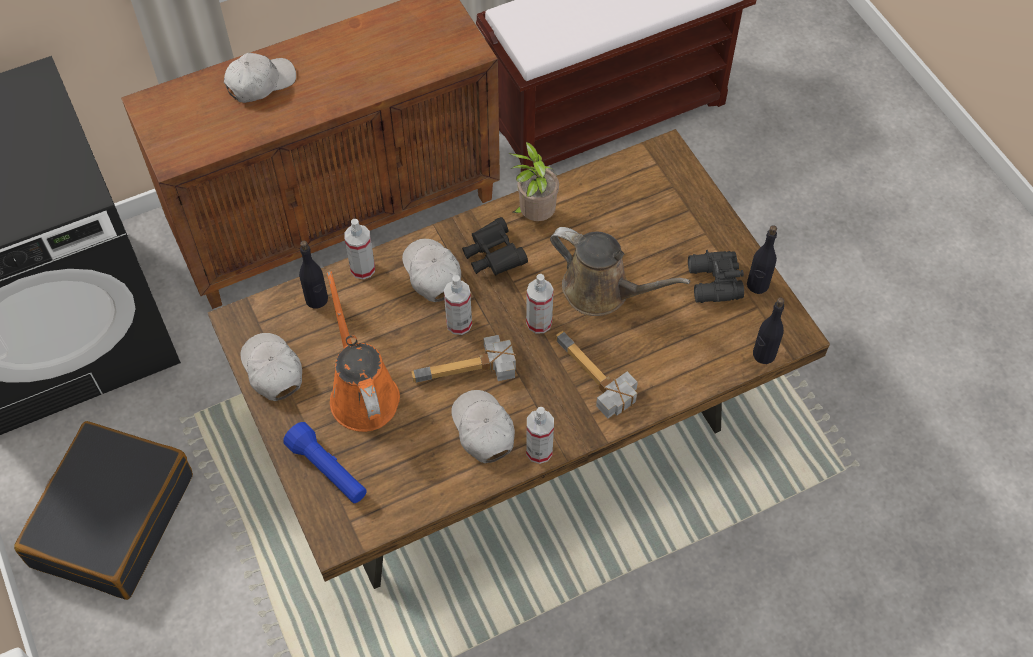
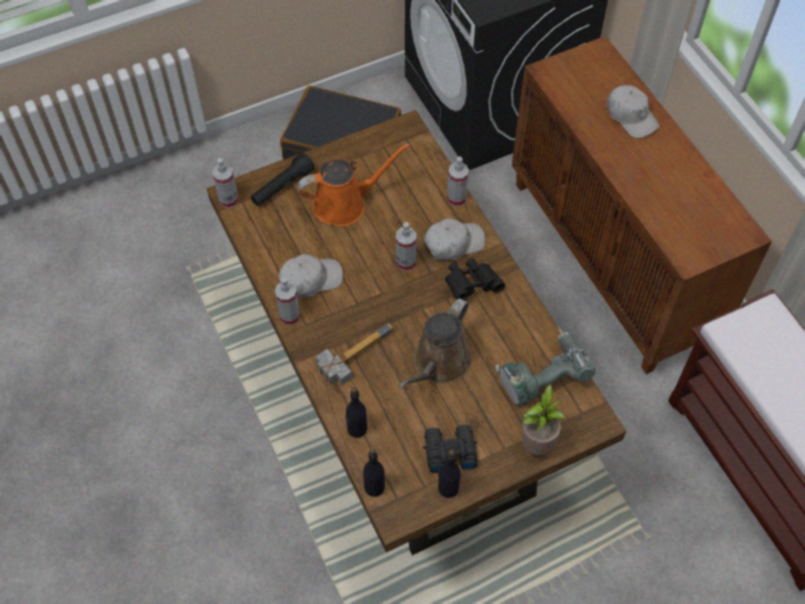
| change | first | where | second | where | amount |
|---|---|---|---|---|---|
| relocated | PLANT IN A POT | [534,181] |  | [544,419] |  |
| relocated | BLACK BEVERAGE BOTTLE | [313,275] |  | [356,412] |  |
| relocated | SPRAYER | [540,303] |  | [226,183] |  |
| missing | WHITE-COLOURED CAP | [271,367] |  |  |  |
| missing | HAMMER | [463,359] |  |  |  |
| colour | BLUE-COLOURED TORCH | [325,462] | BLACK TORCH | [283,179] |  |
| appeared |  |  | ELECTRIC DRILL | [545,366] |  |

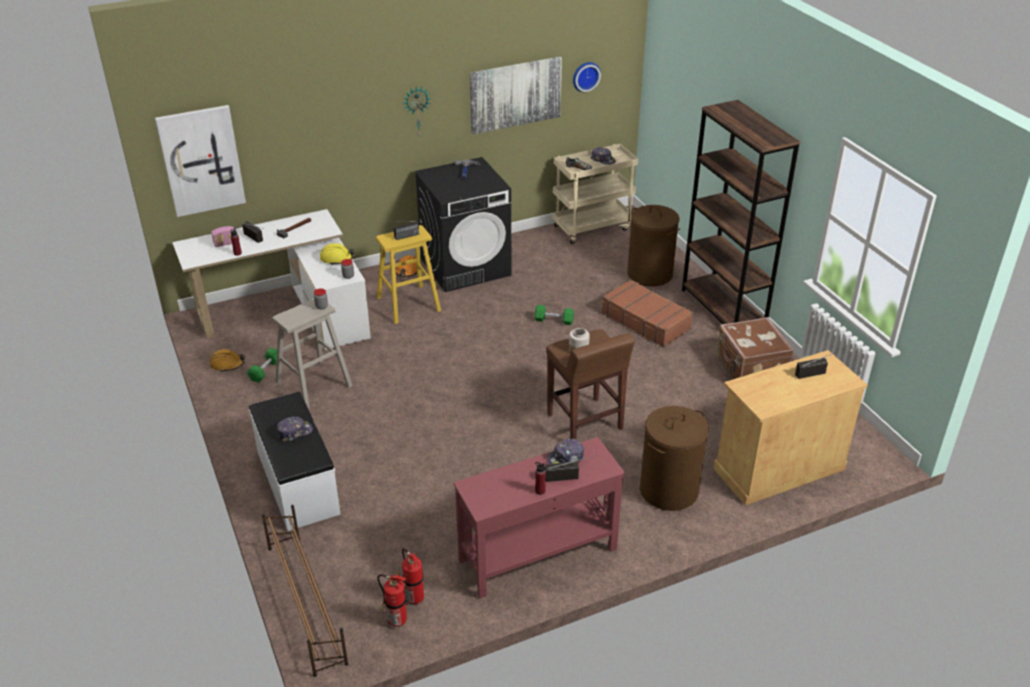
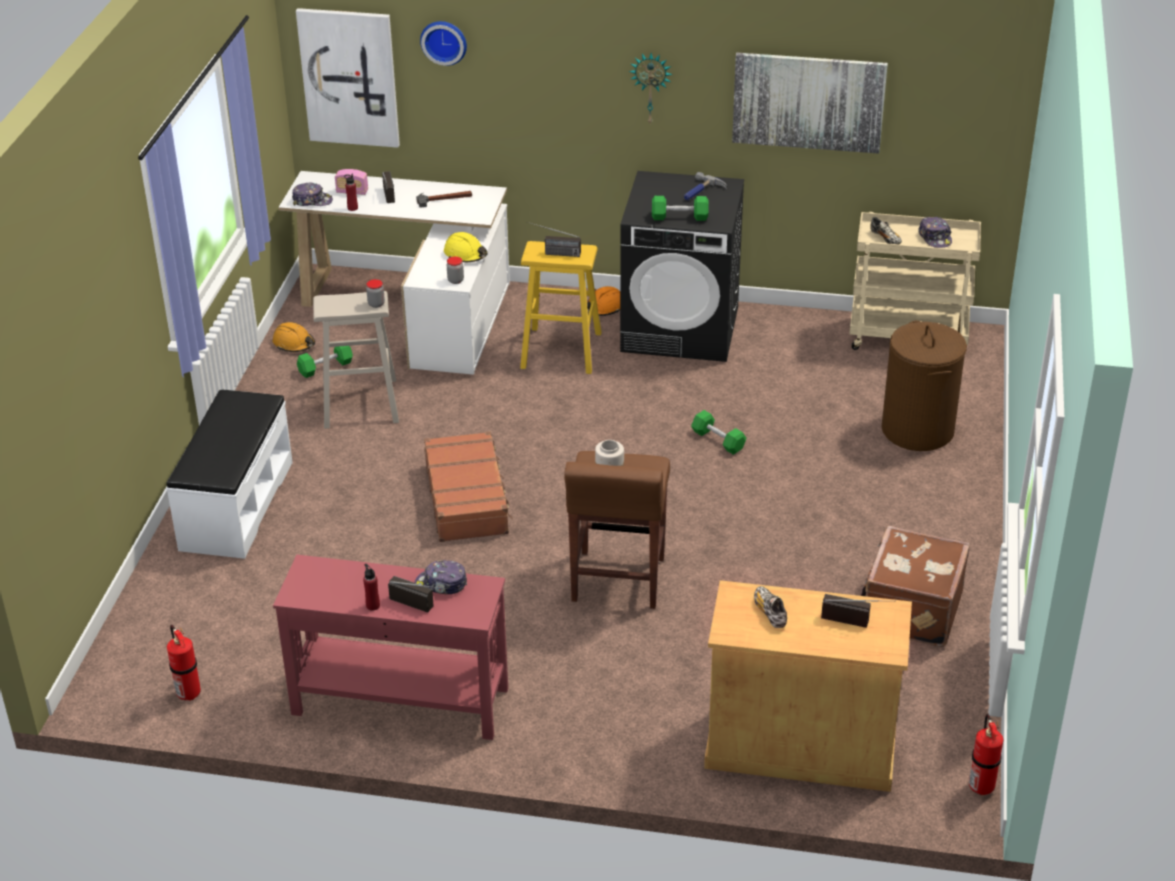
| change | first | where | second | where | amount |
|---|---|---|---|---|---|
| relocated | HANGING CLOCK | [587,77] |  | [443,43] |  |
| missing | BROWN SHELVING UNIT | [741,212] |  |  |  |
| relocated | BROWN TRAVEL CASE | [647,313] |  | [468,486] |  |
| missing | BROWN LAUNDRY BASKET | [674,458] |  |  |  |
| relocated | CAP | [295,429] |  | [312,194] |  |
| missing | BROWN SHOE RACK | [305,591] |  |  |  |
| relocated | FIRE-FIGHTING CYLINDER | [413,576] |  | [986,754] |  |
| appeared |  |  | GREENISH FREE WEIGHT | [680,208] |  |
| appeared |  |  | SHOE | [770,607] |  |

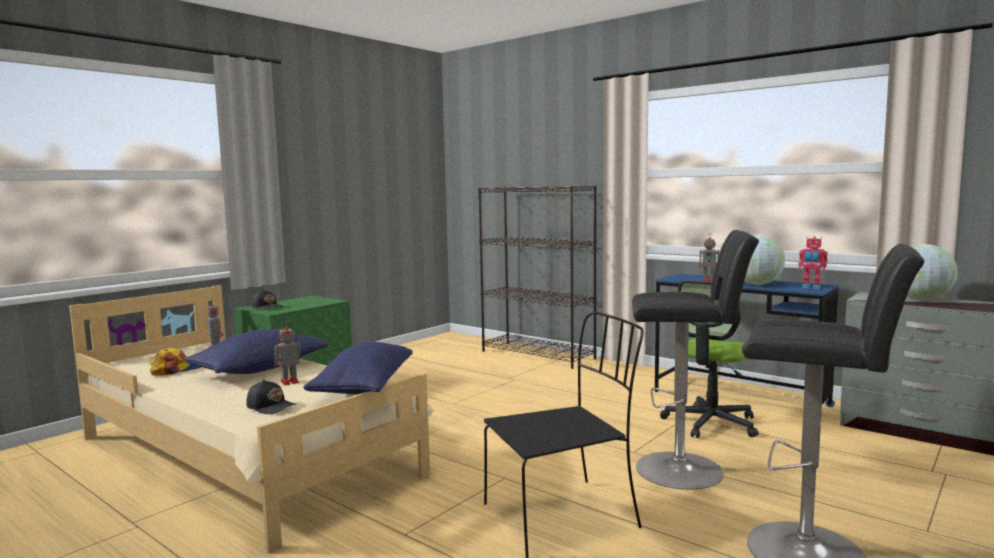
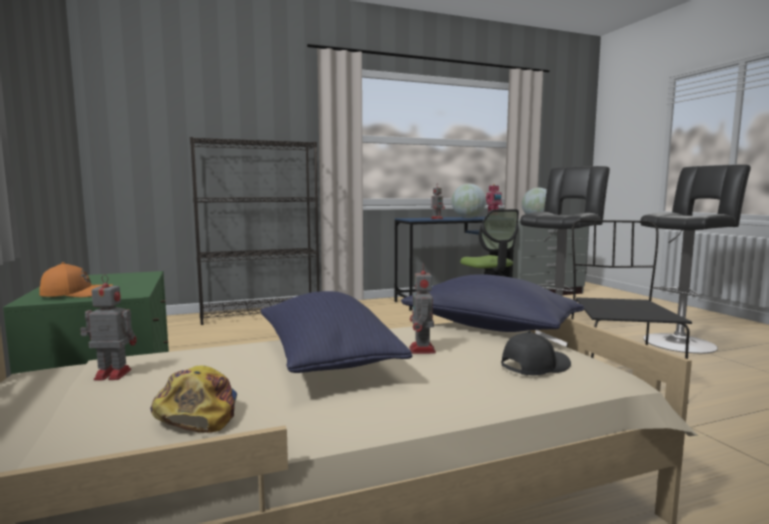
| change | first | where | second | where | amount |
|---|---|---|---|---|---|
| colour | BLACK CAP | [267,299] | ORANGE-COLOURED CAP | [75,279] |  |

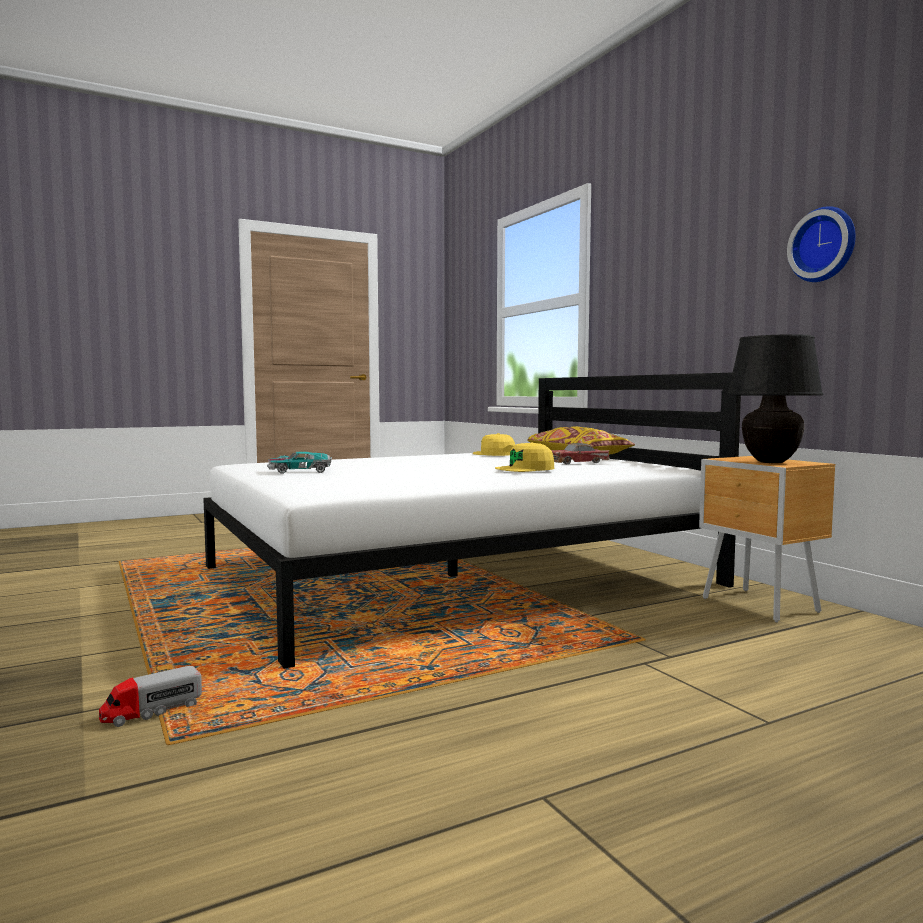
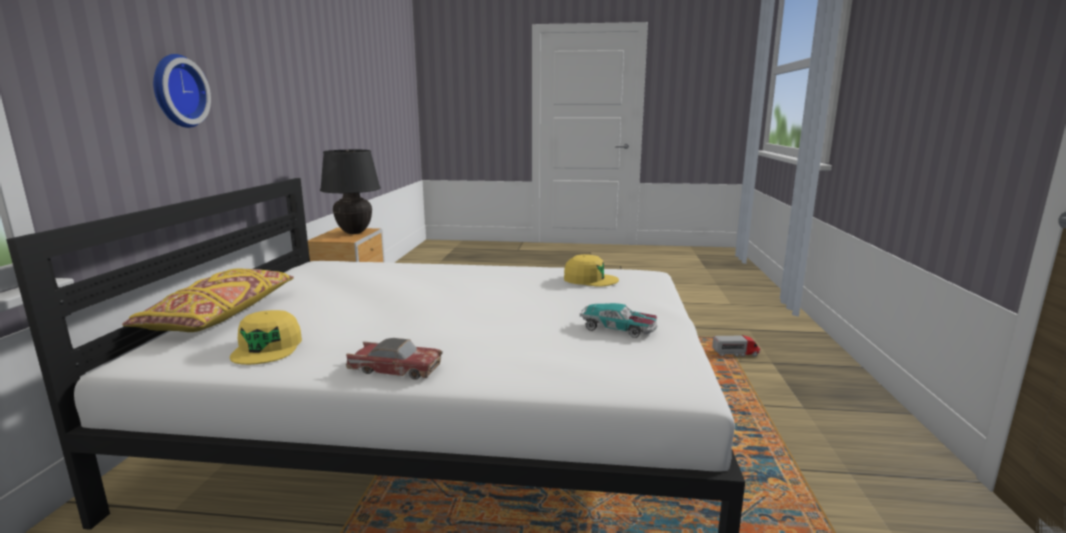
| change | first | where | second | where | amount |
|---|---|---|---|---|---|
| relocated | HANGING CLOCK | [821,244] |  | [182,91] |  |
| relocated | YELLOW CAP | [524,457] |  | [591,270] |  |
| relocated | TOY CAR | [580,453] |  | [394,359] |  |

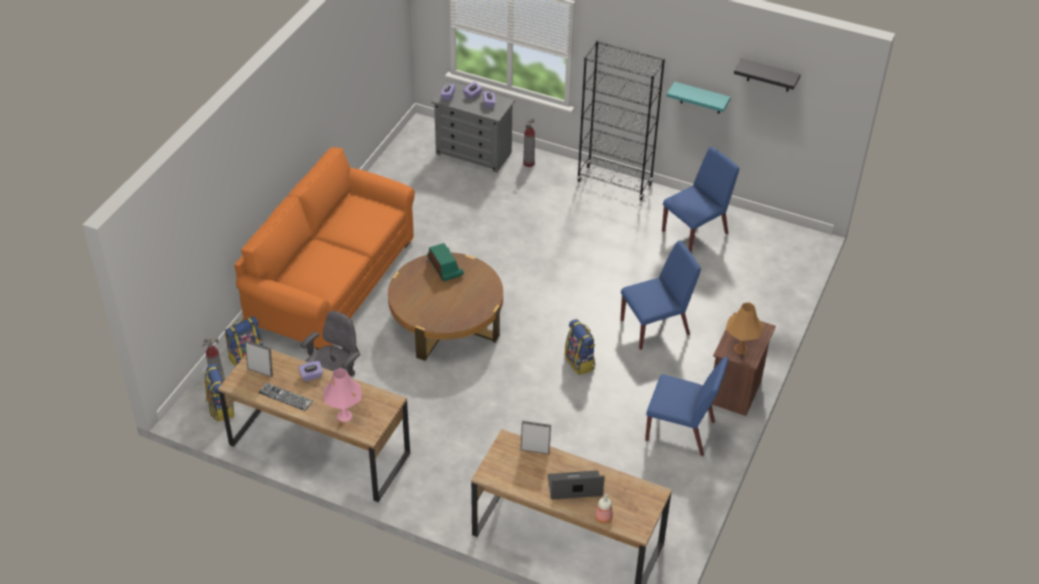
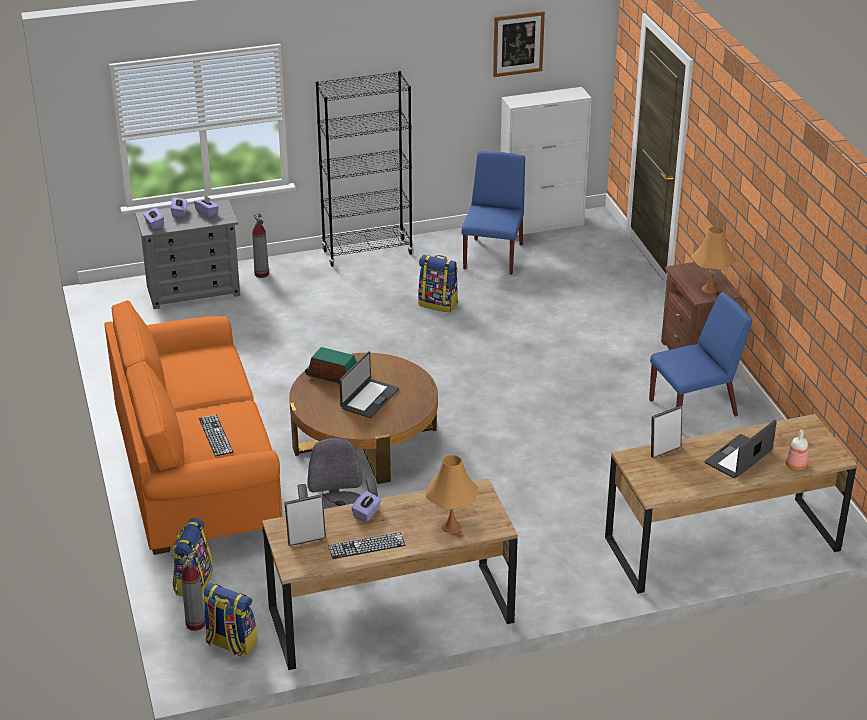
| change | first | where | second | where | amount |
|---|---|---|---|---|---|
| exchanged | BLACK BRACKET SHELF | [767,75] | WALL PICTURE | [519,44] |  |
| missing | TURQUOISE BRACKET SHELF | [698,98] |  |  |  |
| missing | BLUE-COLOURED CHAIR | [660,295] |  |  |  |
| relocated | RUCKSACK | [580,347] |  | [438,283] |  |
| colour | PINK-COLOURED TABLE LAMP | [342,395] | ORANGE-COLOURED TABLE LAMP | [452,494] |  |
| appeared |  |  | WHITE-COLOURED CABINET | [546,161] |  |
| appeared |  |  | PORTABLE COMPUTER | [369,384] |  |
| appeared |  |  | PC KEYBOARD | [216,435] |  |

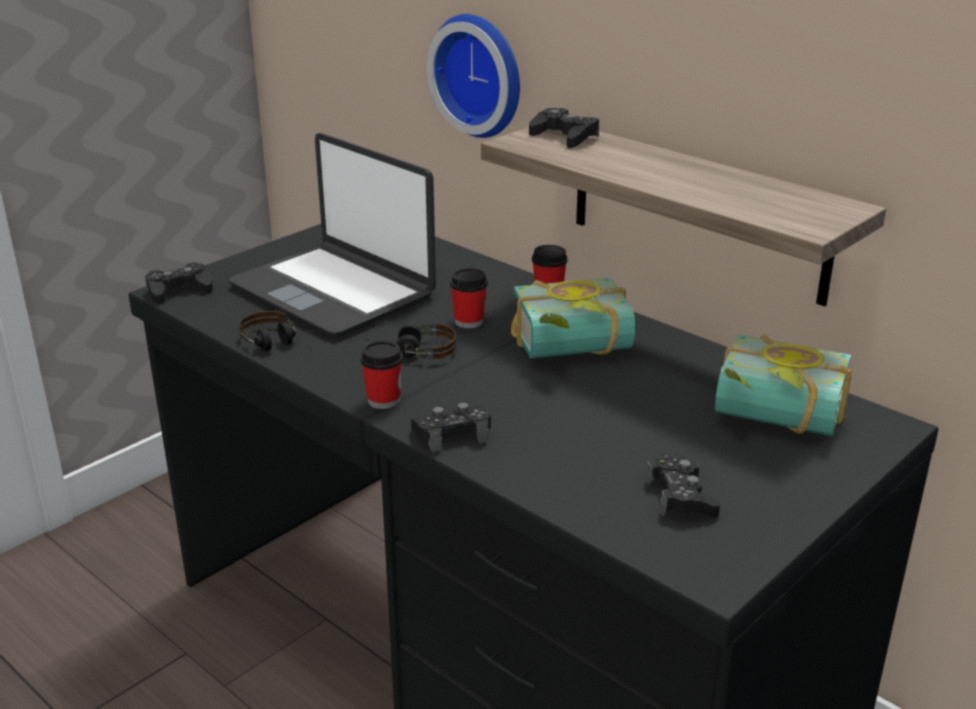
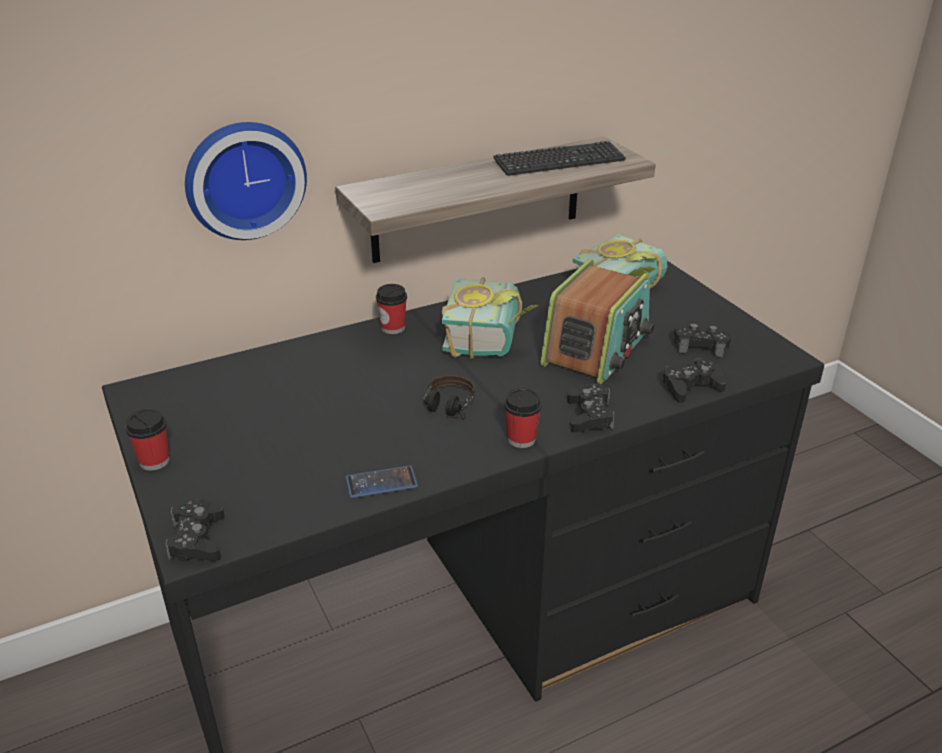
| change | first | where | second | where | amount |
|---|---|---|---|---|---|
| relocated | BLACK JOYPAD | [564,128] |  | [694,380] |  |
| missing | PORTABLE COMPUTER | [332,235] |  |  |  |
| relocated | CUP | [468,298] |  | [147,440] |  |
| exchanged | HEADPHONES | [277,331] | PHONE | [381,481] |  |
| appeared |  |  | PC KEYBOARD | [559,158] |  |
| appeared |  |  | RADIO | [597,321] |  |

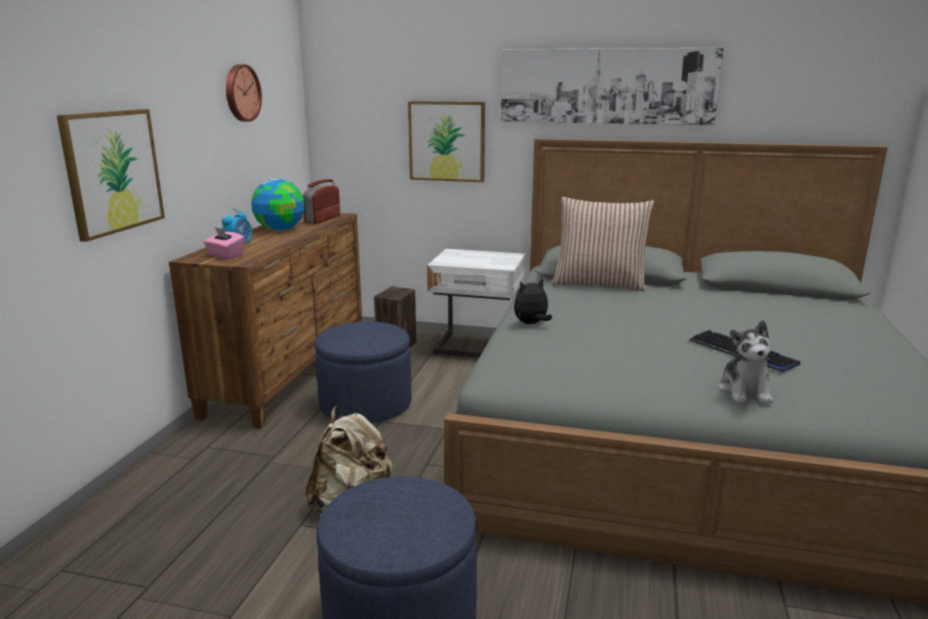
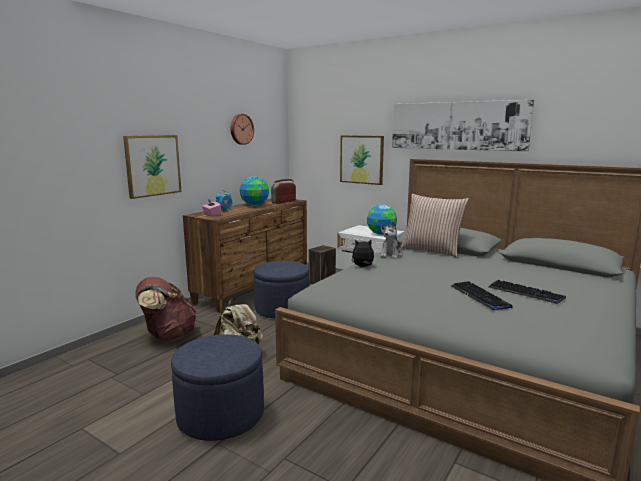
| change | first | where | second | where | amount |
|---|---|---|---|---|---|
| relocated | SOFT TOY | [746,361] |  | [391,240] |  |
| appeared |  |  | WORLD GLOBE | [382,220] |  |
| appeared |  |  | BROWN RUCKSACK | [166,309] |  |
| appeared |  |  | PC KEYBOARD | [527,292] |  |

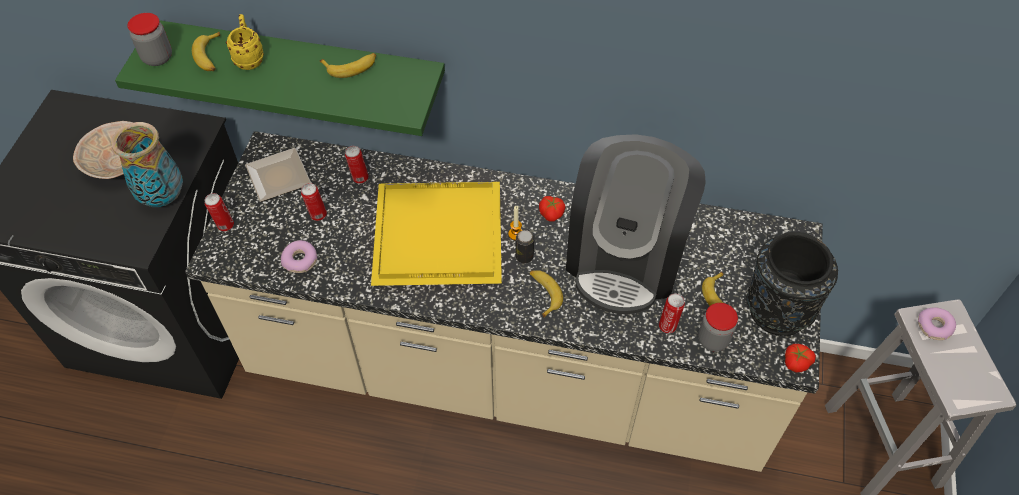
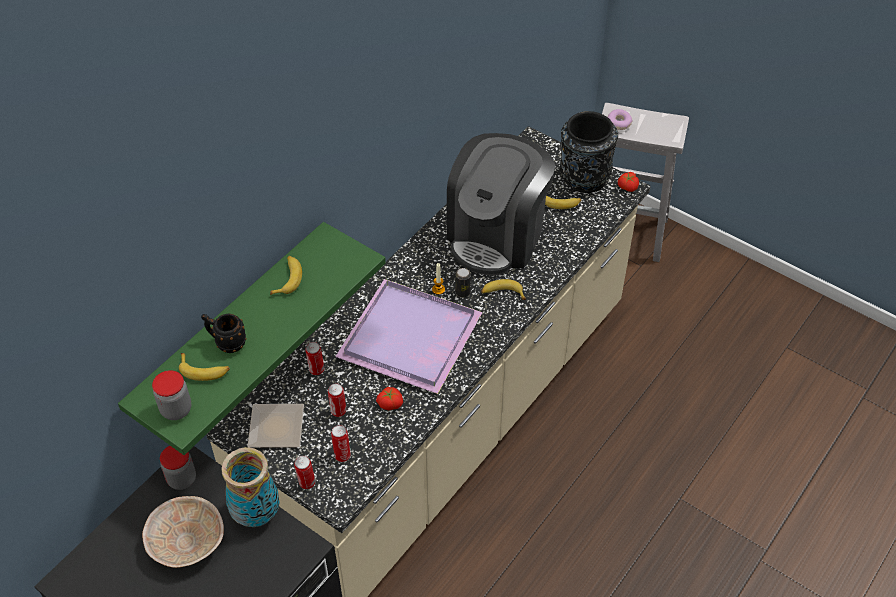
| change | first | where | second | where | amount |
|---|---|---|---|---|---|
| colour | YELLOW TEA MUG | [245,42] | BLACK TEA MUG | [223,333] |  |
| spun | COFFEE MAKER | [636,224] |  | [501,204] | 75 degrees clockwise |
| colour | YELLOW TRAY | [436,234] | PURPLE-COLOURED TRAY | [409,336] |  |
| relocated | TOMATO | [552,209] |  | [389,398] |  |
| missing | DOUGHNUT | [299,256] |  |  |  |
| relocated | METAL CAN | [672,313] |  | [341,443] |  |
| relocated | JAR | [718,327] |  | [178,468] |  |

